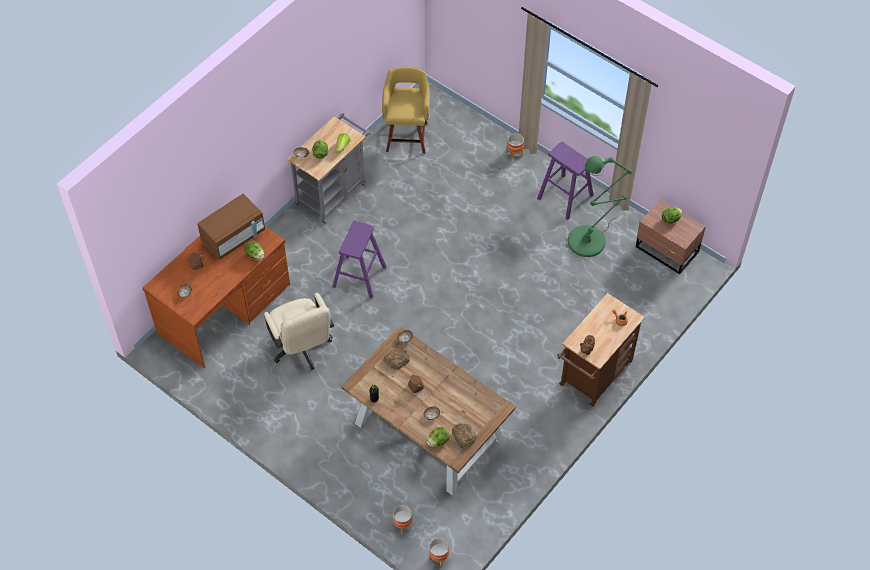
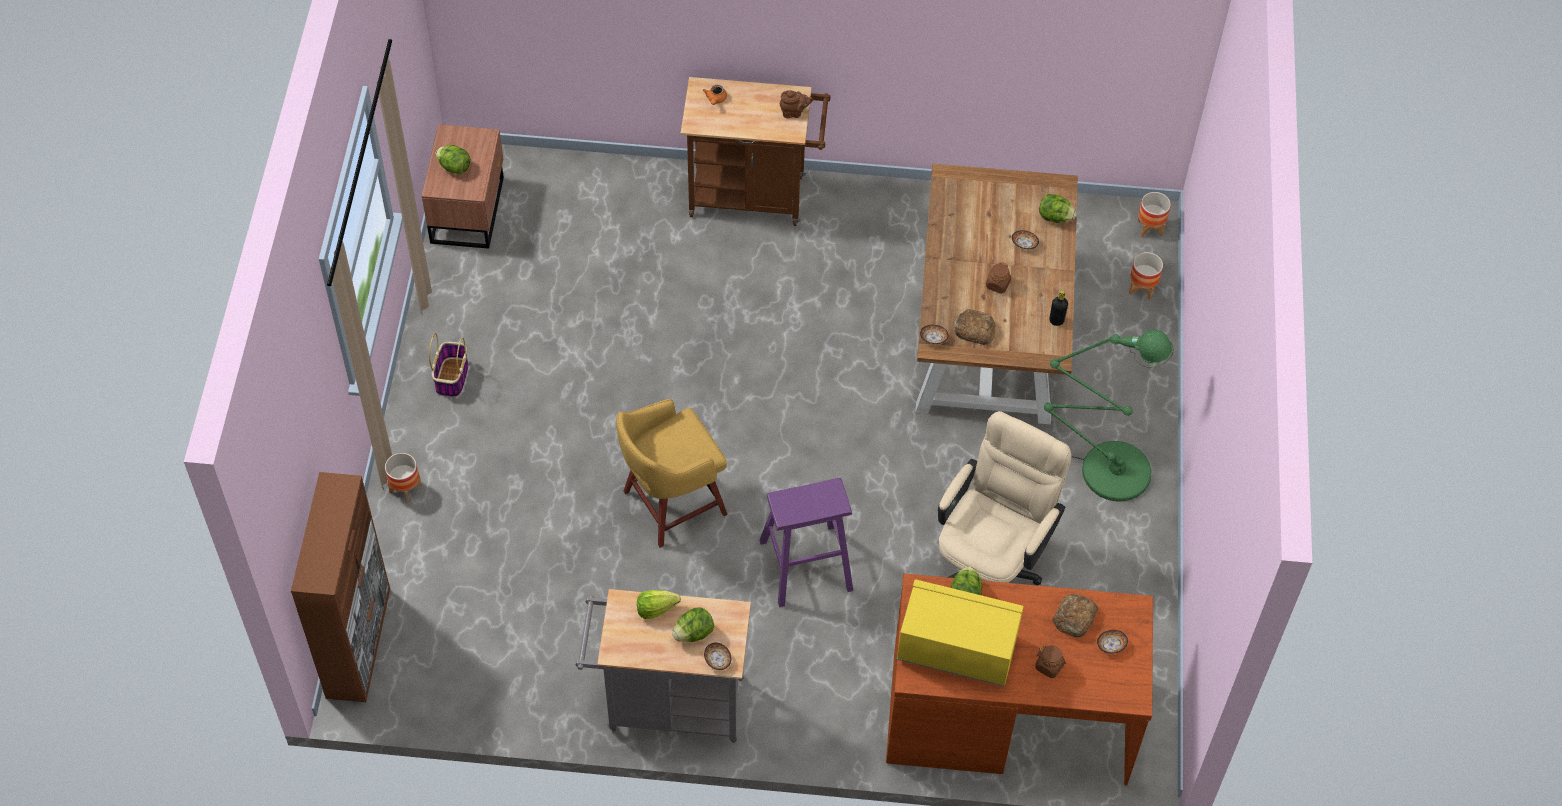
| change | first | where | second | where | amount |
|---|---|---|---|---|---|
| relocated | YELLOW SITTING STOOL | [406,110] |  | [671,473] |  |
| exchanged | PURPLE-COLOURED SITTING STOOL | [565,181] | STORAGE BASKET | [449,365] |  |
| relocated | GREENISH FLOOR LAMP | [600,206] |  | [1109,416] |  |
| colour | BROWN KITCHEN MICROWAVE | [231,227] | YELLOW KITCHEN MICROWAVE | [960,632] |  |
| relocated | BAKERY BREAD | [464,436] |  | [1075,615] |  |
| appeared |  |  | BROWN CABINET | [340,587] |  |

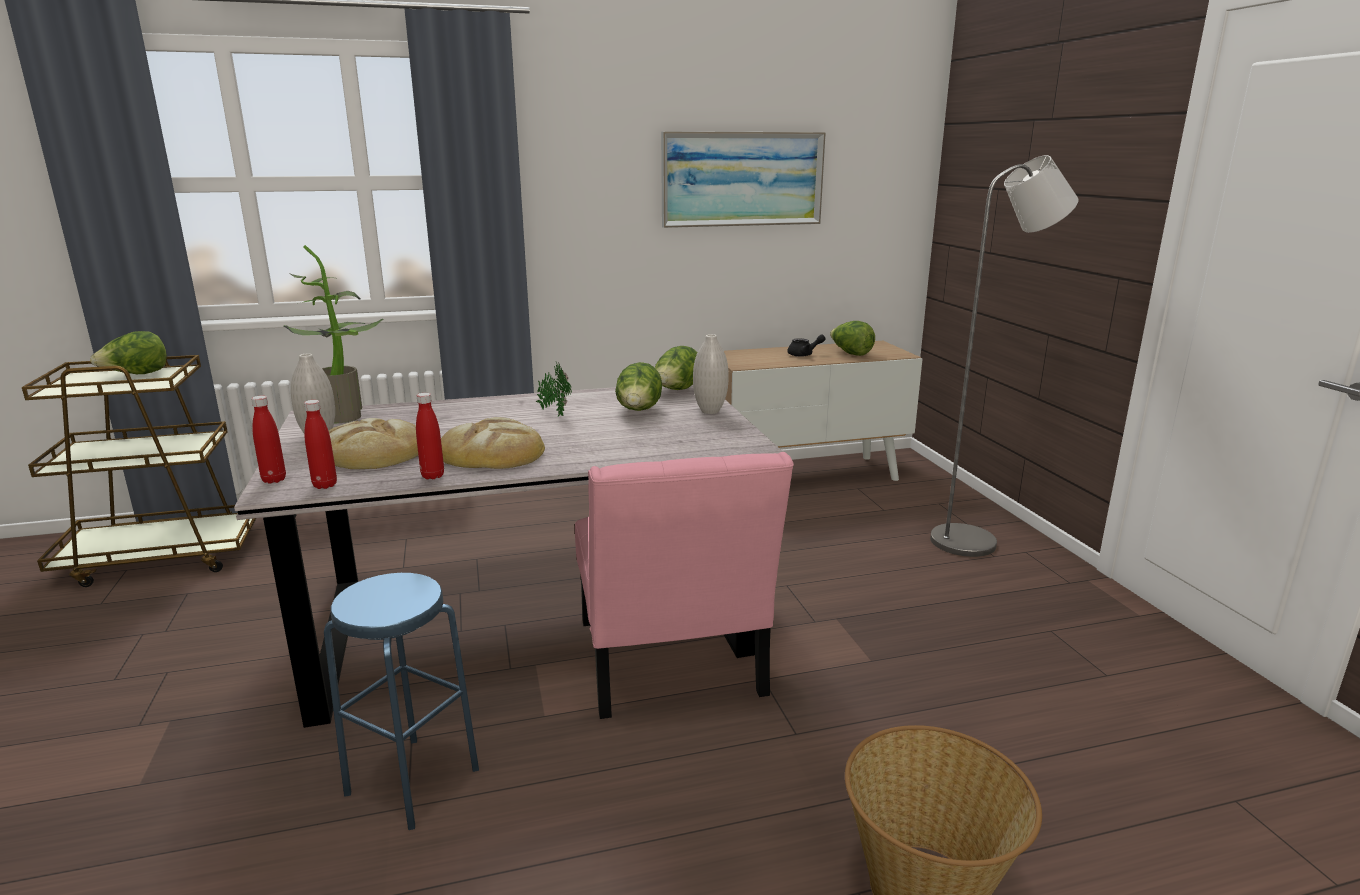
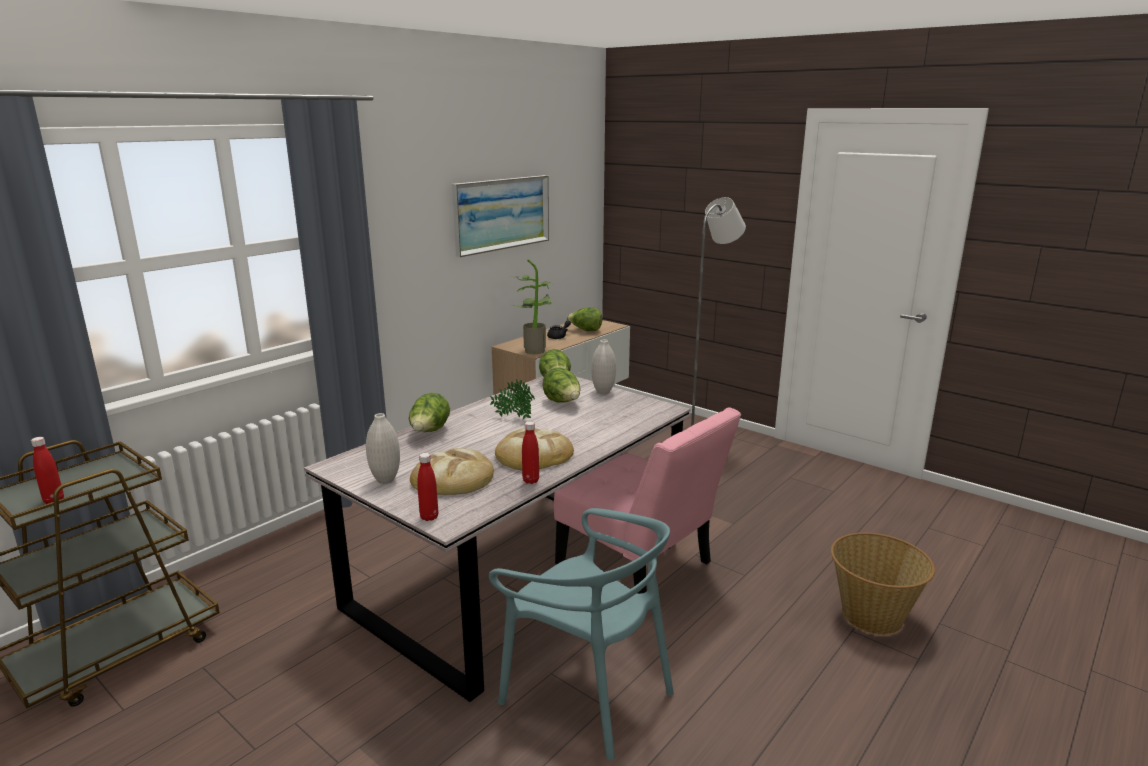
| change | first | where | second | where | amount |
|---|---|---|---|---|---|
| relocated | PLANT IN A POT | [334,334] |  | [531,306] |  |
| relocated | LETTUCE HEAD | [128,352] |  | [429,412] |  |
| relocated | RED-COLOURED BEVERAGE BOTTLE | [320,444] |  | [47,470] |  |
| exchanged | BLUE-COLOURED SITTING STOOL | [401,701] | TURQUOISE CHAIR | [581,634] |  |

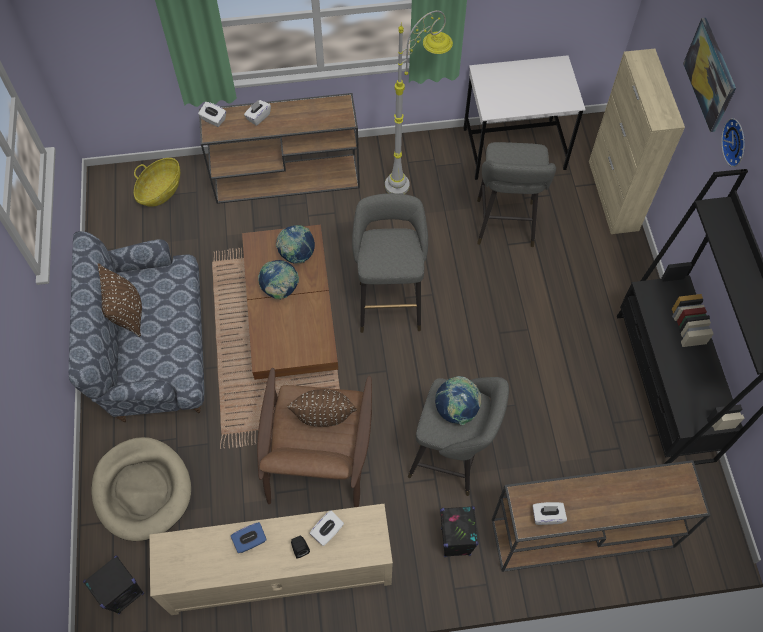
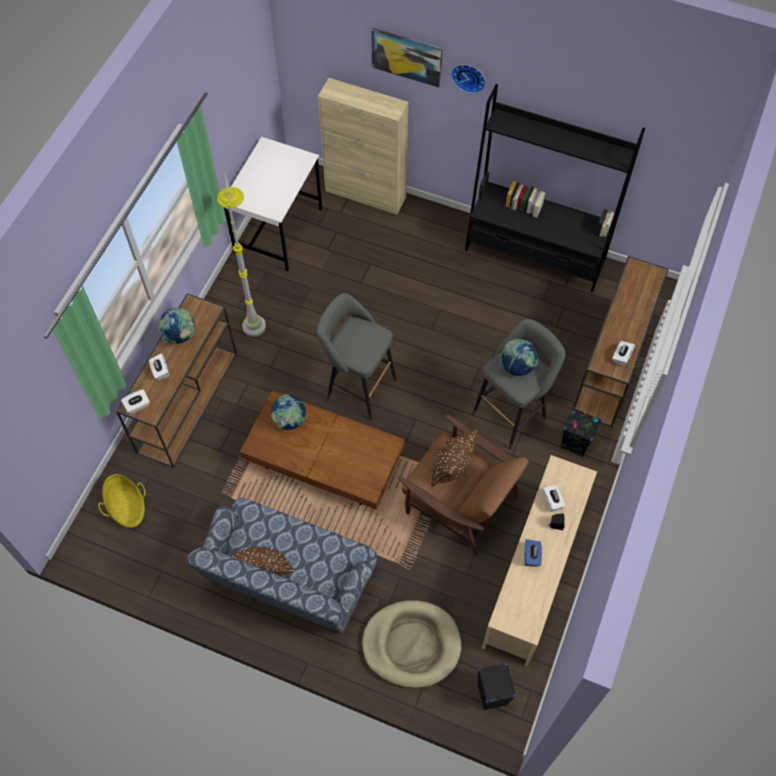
| change | first | where | second | where | amount |
|---|---|---|---|---|---|
| missing | GRAY SITTING STOOL | [516,194] |  |  |  |
| relocated | WORLD GLOBE | [278,280] |  | [177,326] |  |

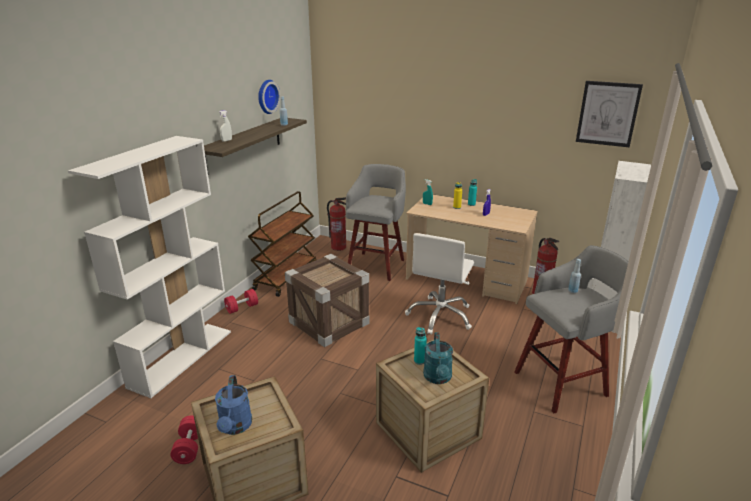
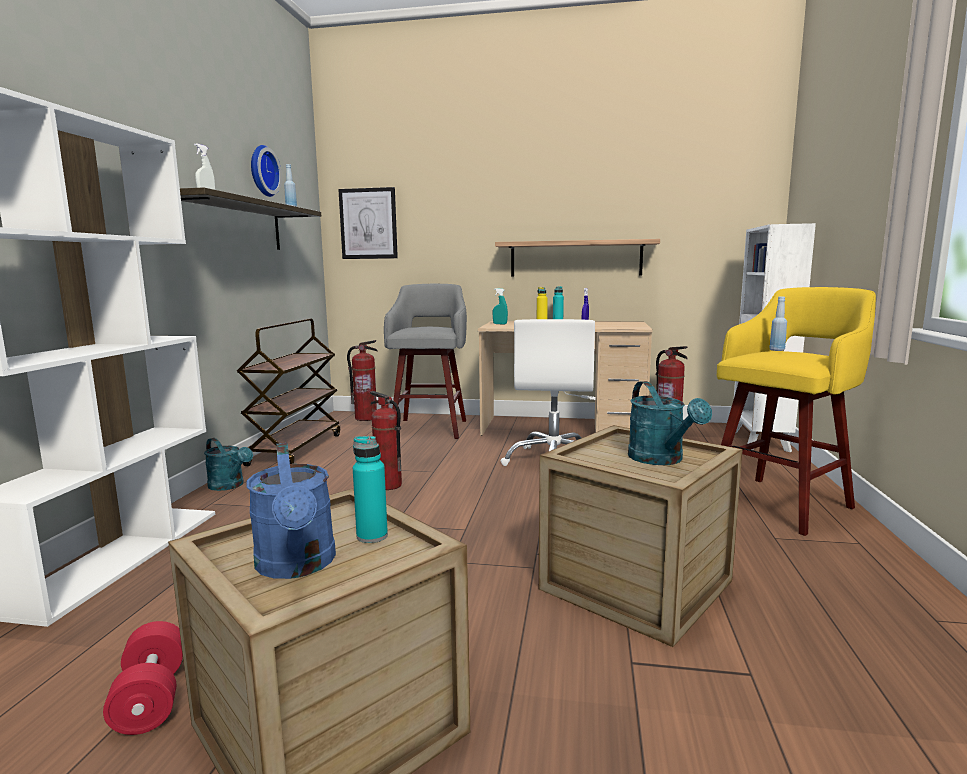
| change | first | where | second | where | amount |
|---|---|---|---|---|---|
| relocated | WALL PICTURE | [609,114] |  | [368,223] |  |
| colour | GRAY SITTING STOOL | [575,329] | YELLOW SITTING STOOL | [796,411] |  |
| exchanged | CRATE | [327,300] | FIRE-FIGHTING CYLINDER | [386,440] |  |
| exchanged | RED-COLOURED FREE WEIGHT | [241,301] | TURQUOISE SPRINKLING CAN | [228,464] |  |
| relocated | TURQUOISE BEVERAGE BOTTLE | [420,346] |  | [370,489] |  |
| appeared |  |  | BRACKET SHELF | [577,258] |  |

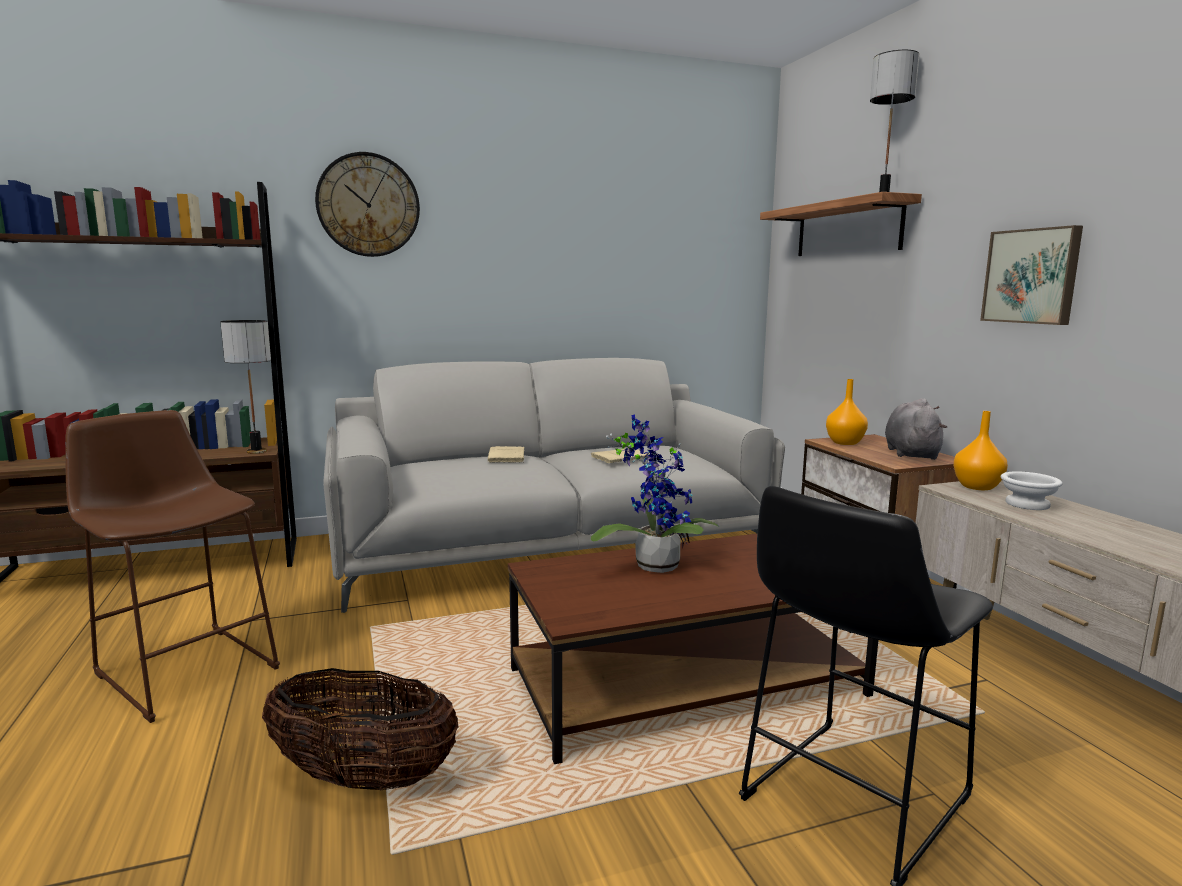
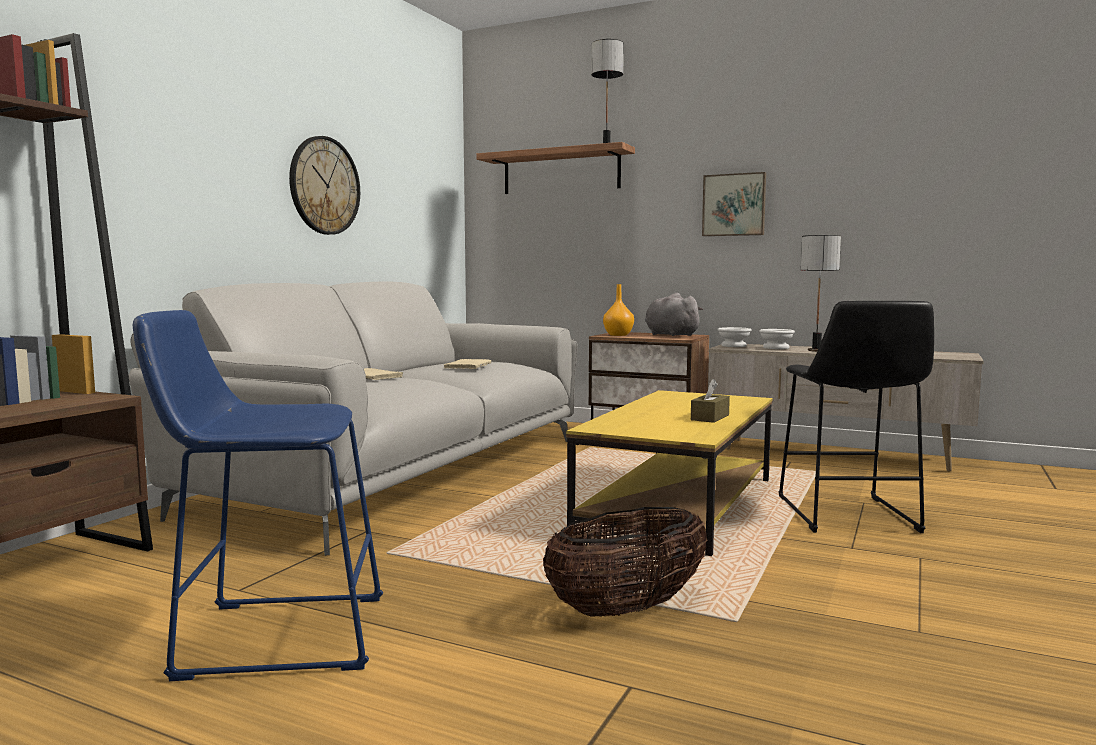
| change | first | where | second | where | amount |
|---|---|---|---|---|---|
| relocated | HANGING CLOCK | [367,204] |  | [324,185] |  |
| relocated | TABLE LAMP | [245,387] |  | [821,293] |  |
| colour | BROWN SITTING STOOL | [172,566] | BLUE-COLOURED SITTING STOOL | [258,495] |  |
| exchanged | ORANGE-COLOURED VASE | [980,450] | WHITE-COLOURED SERVING BOWL | [734,337] |  |
| missing | PLANT IN A POT | [655,493] |  |  |  |
| colour | BROWN LOW TABLE | [693,649] | YELLOW LOW TABLE | [669,473] |  |
| appeared |  |  | BROWN TISSUE BOX | [710,401] |  |

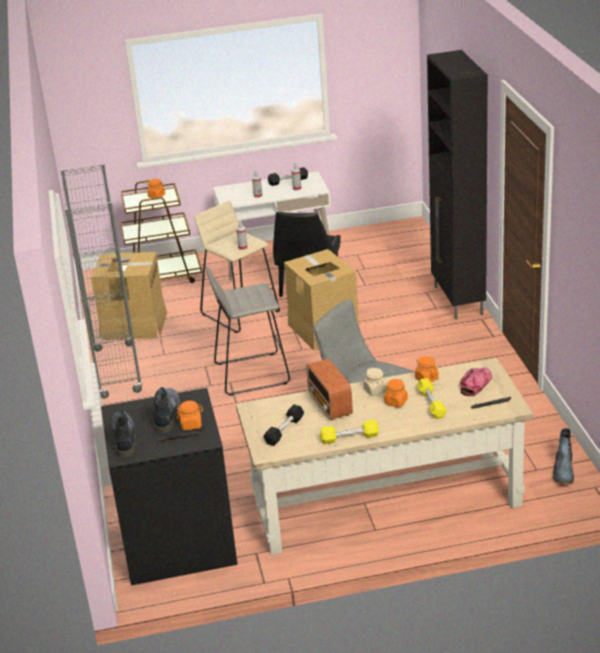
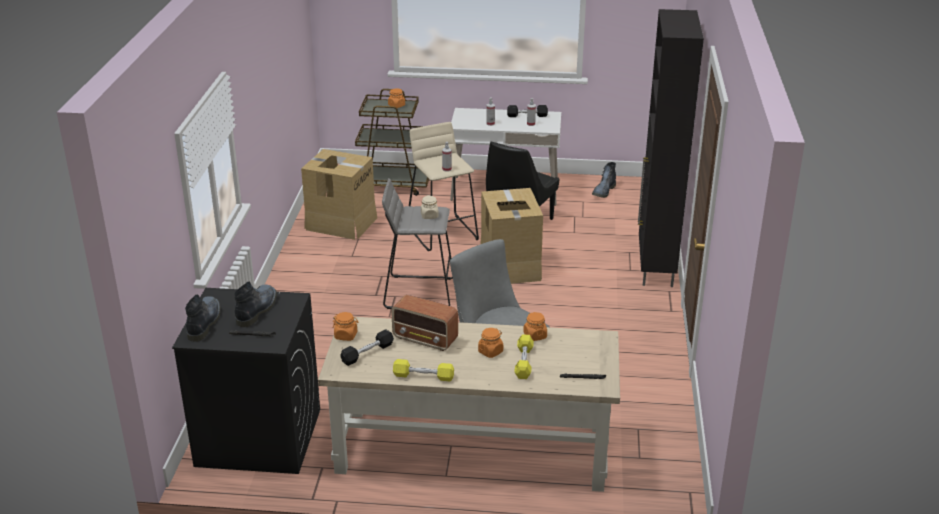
| change | first | where | second | where | amount |
|---|---|---|---|---|---|
| missing | GRAY SHELVING UNIT | [102,281] |  |  |  |
| spun | RADIO | [329,389] |  | [424,323] | 60 degrees counterclockwise |
| relocated | BEIGE-COLOURED JAR | [375,381] |  | [430,207] |  |
| missing | CAP | [476,382] |  |  |  |
| relocated | ORANGE-COLOURED JAR | [190,415] |  | [345,326] |  |
| relocated | TALL BOOT | [563,456] |  | [604,180] |  |

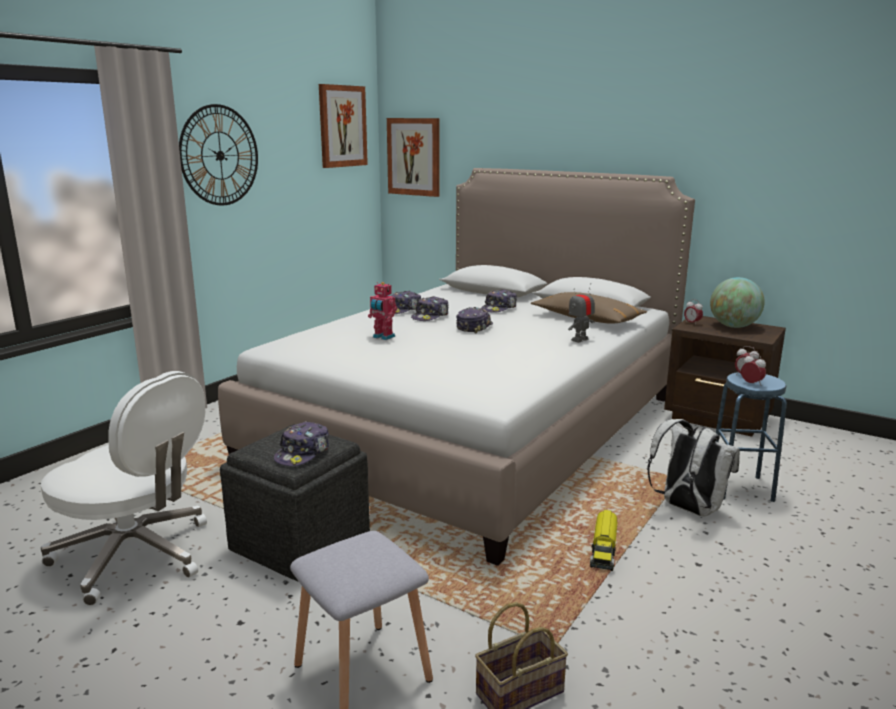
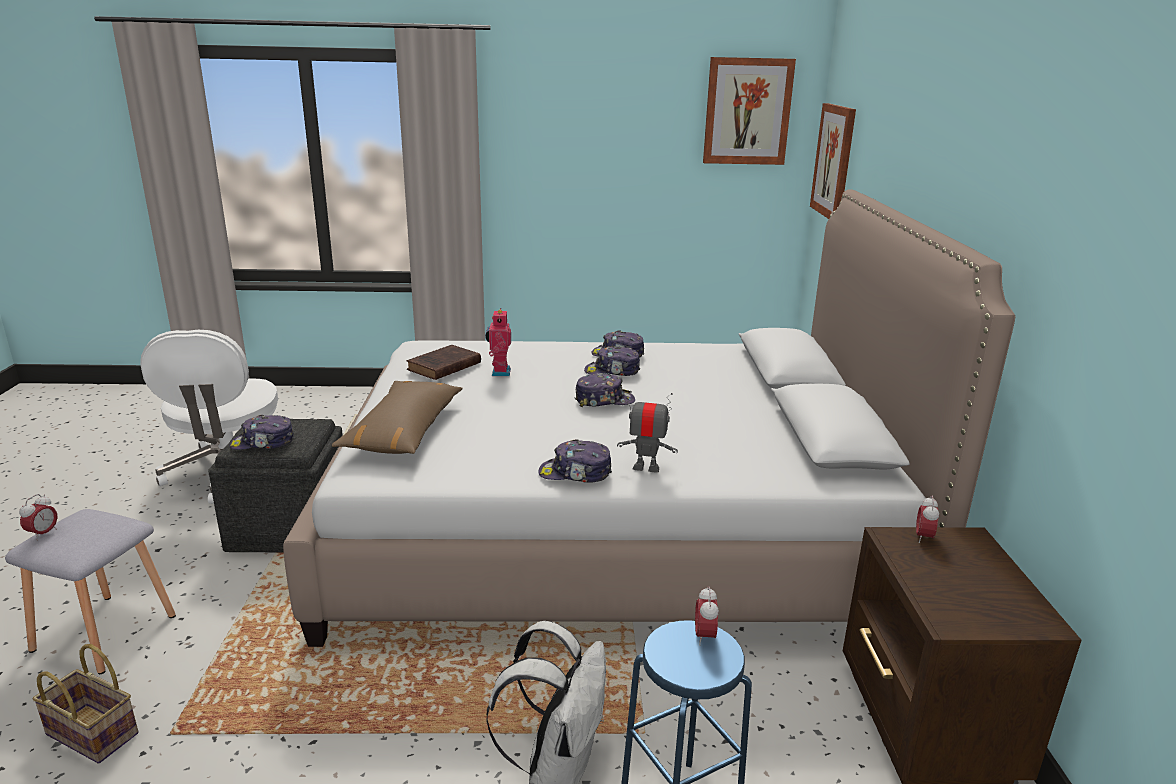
| change | first | where | second | where | amount |
|---|---|---|---|---|---|
| missing | HANGING CLOCK | [218,155] |  |  |  |
| missing | WORLD GLOBE | [737,302] |  |  |  |
| relocated | CAP | [499,301] |  | [575,461] |  |
| relocated | BROWN THROW PILLOW | [589,308] |  | [397,417] |  |
| relocated | ALARM CLOCK | [753,369] |  | [38,517] |  |
| missing | TOY TRUCK | [604,540] |  |  |  |
| appeared |  |  | BROWN BOUND BOOK | [443,362] |  |

